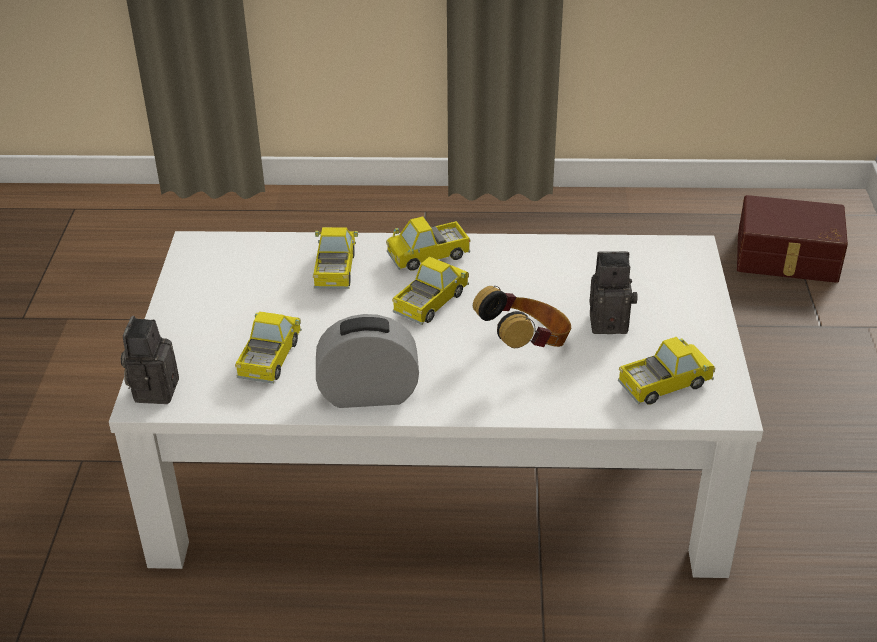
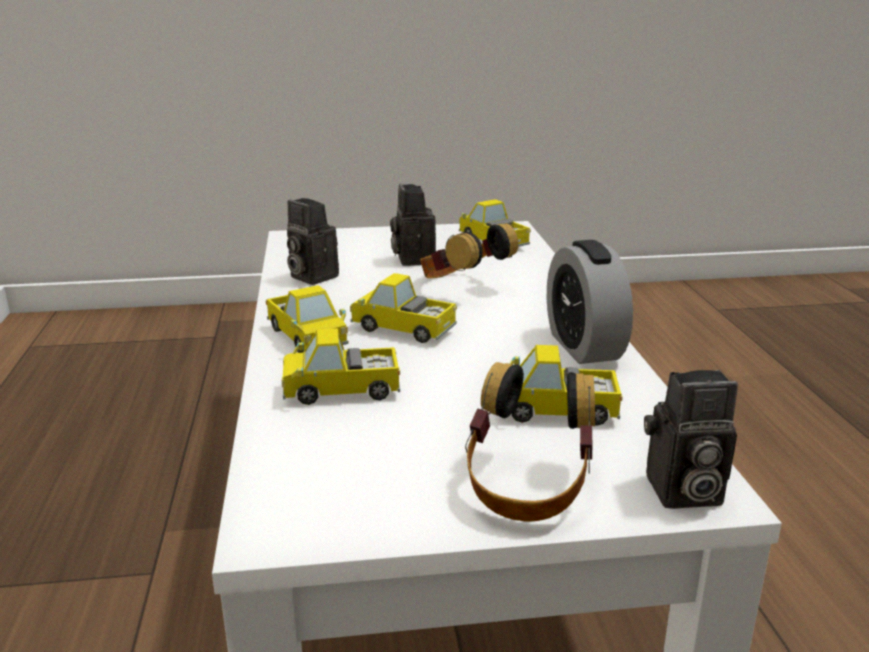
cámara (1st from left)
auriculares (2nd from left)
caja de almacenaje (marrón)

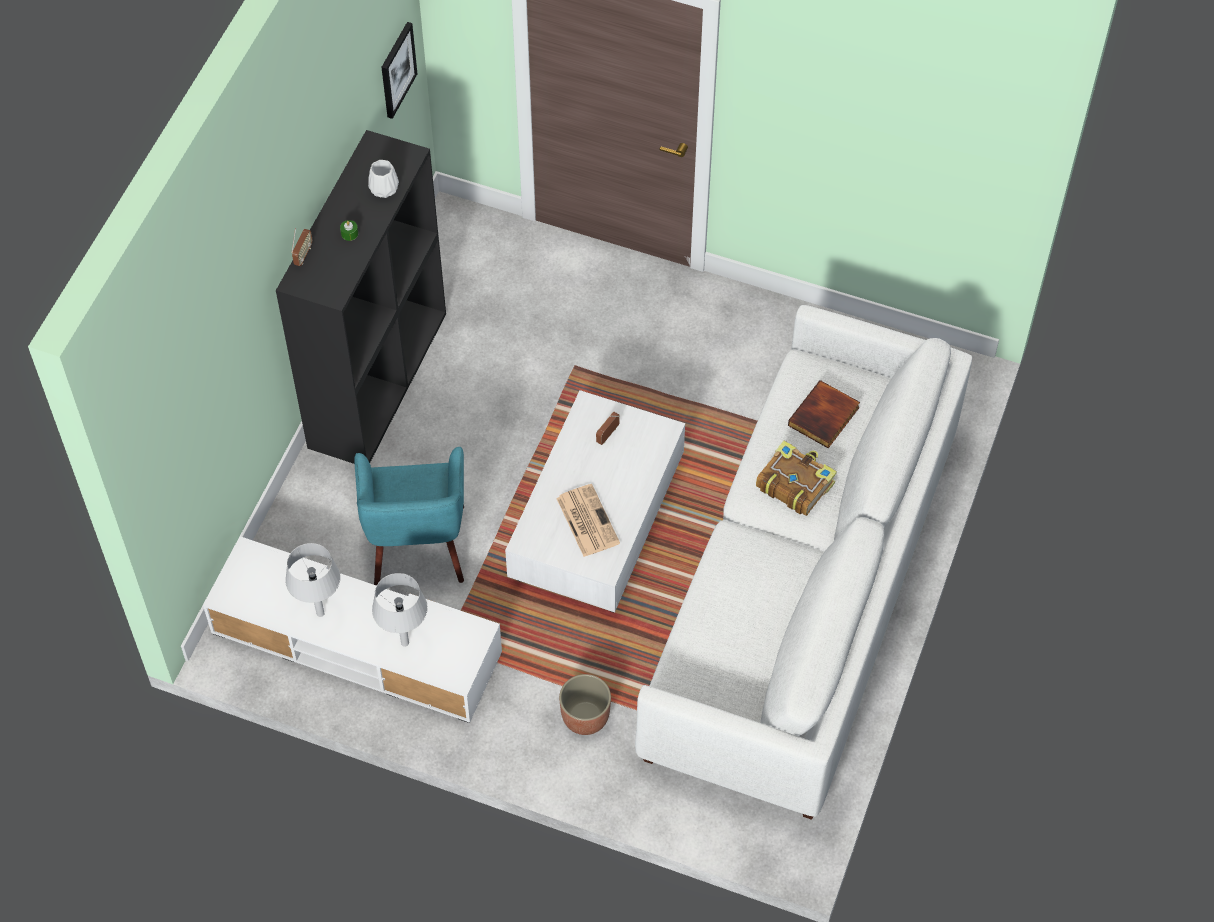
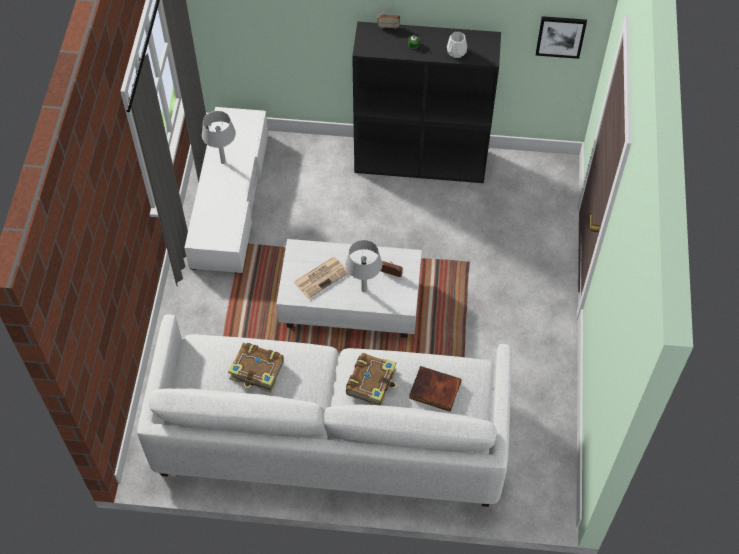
libro (1st from left)
lámpara de mesa (gris) (2nd from left)
sillón (turquesa)
maceta

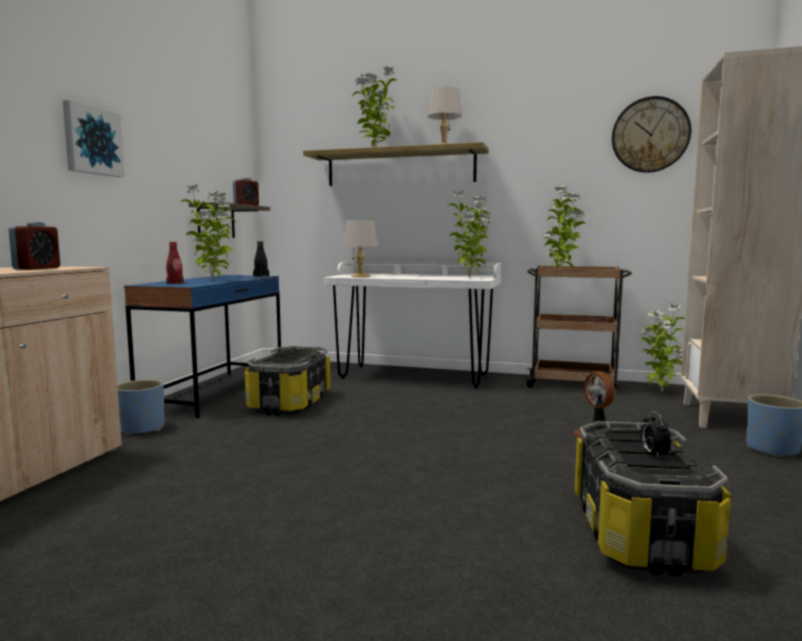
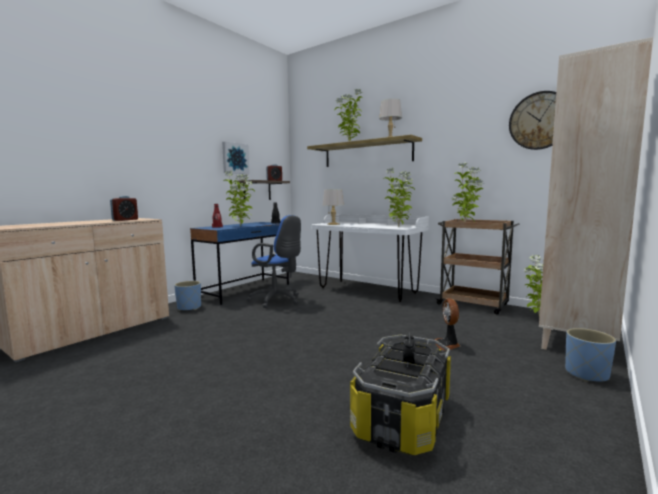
cuadro
silla de oficina (azul)

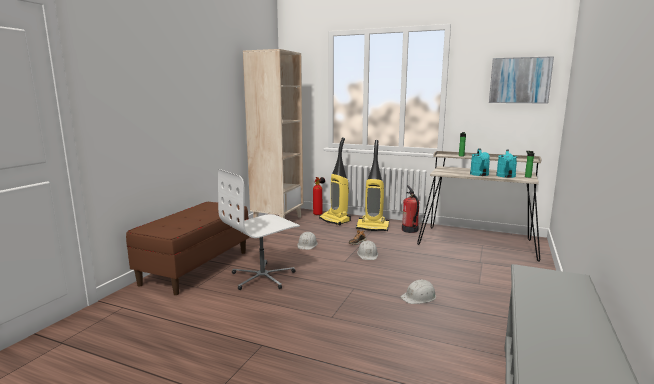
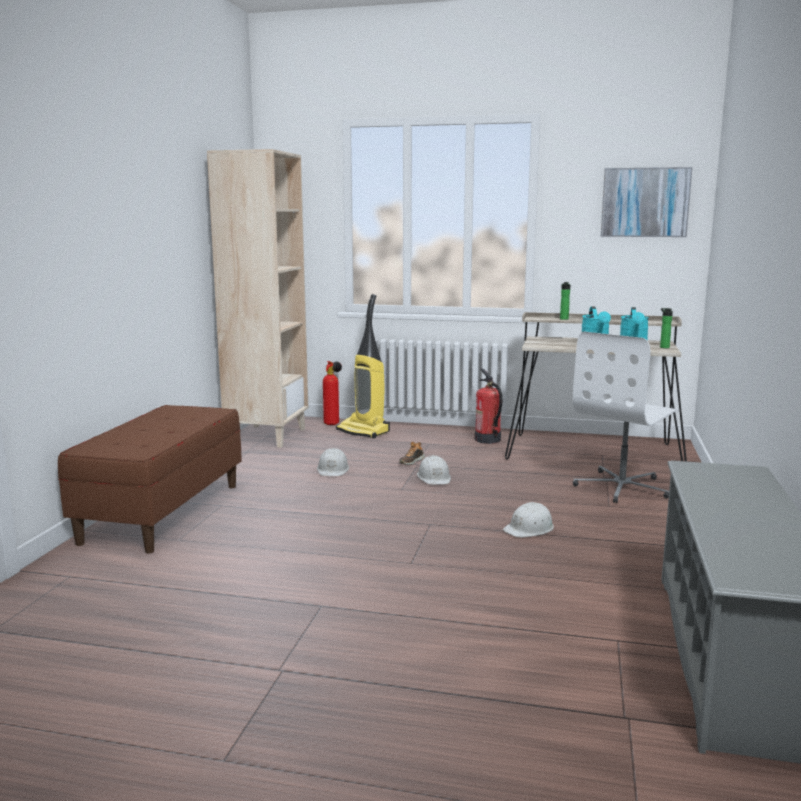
silla de oficina (blanco)
aspiradora (2nd from left in the first image)

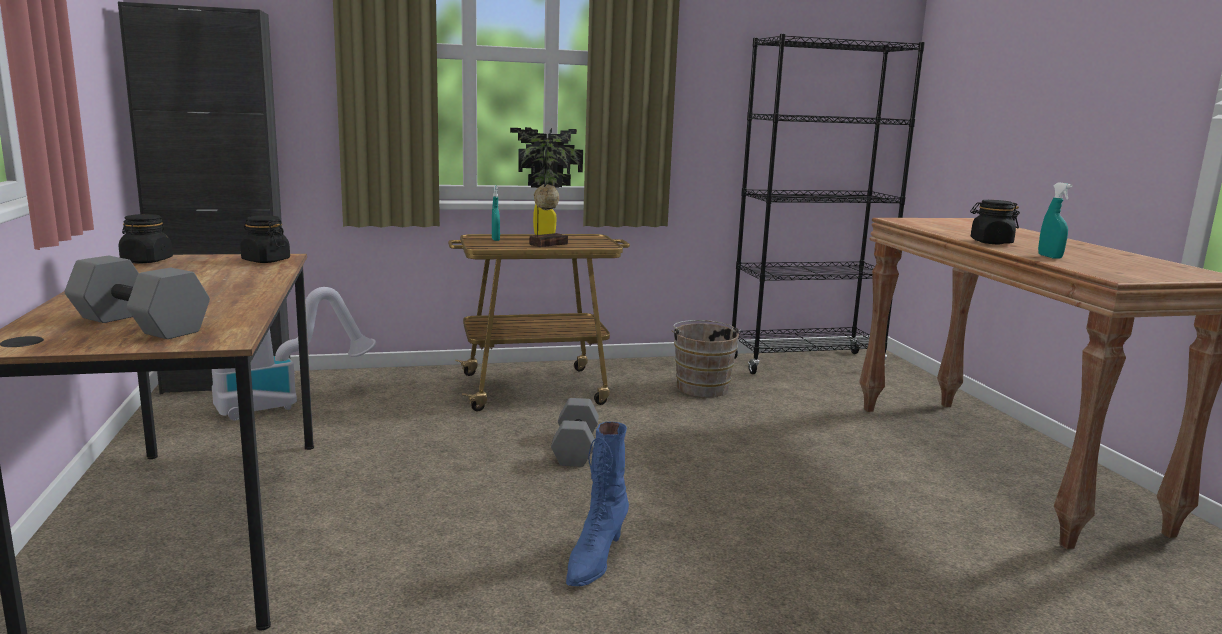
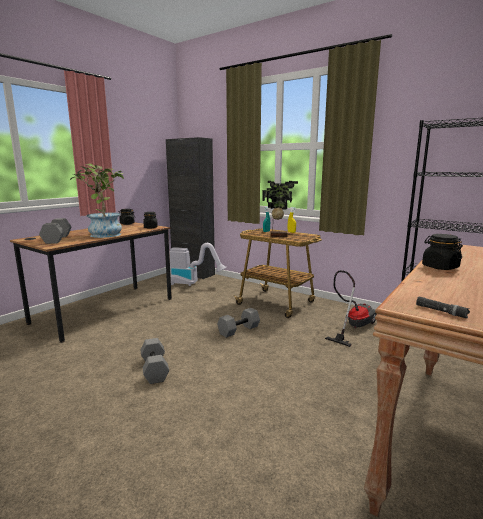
planta en maceta (1st from left)
mancuerna (gris) (2nd from left)
aspiradora (2nd from left)
linterna (negro)
pulverizador (turquesa) (2nd from left in the first image)

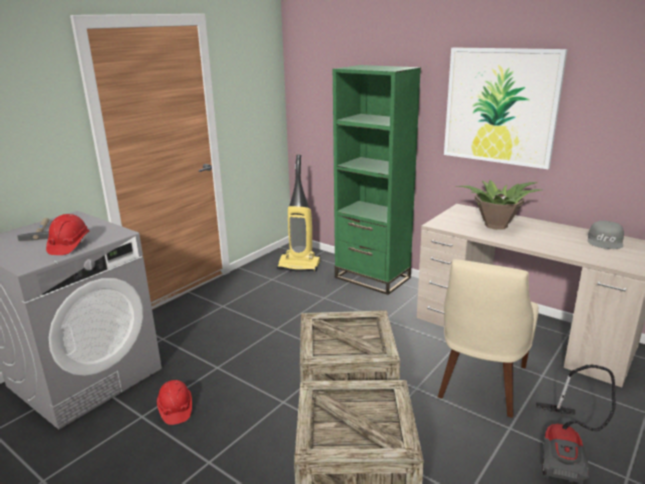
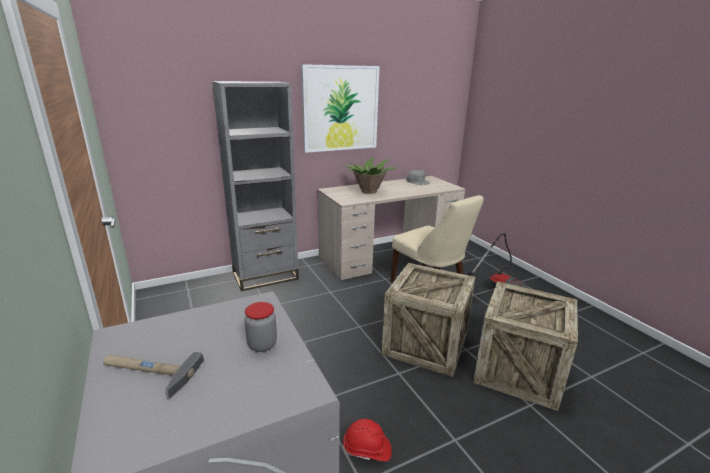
estantería (gris)
tarro
aspiradora (1st from left in the first image)

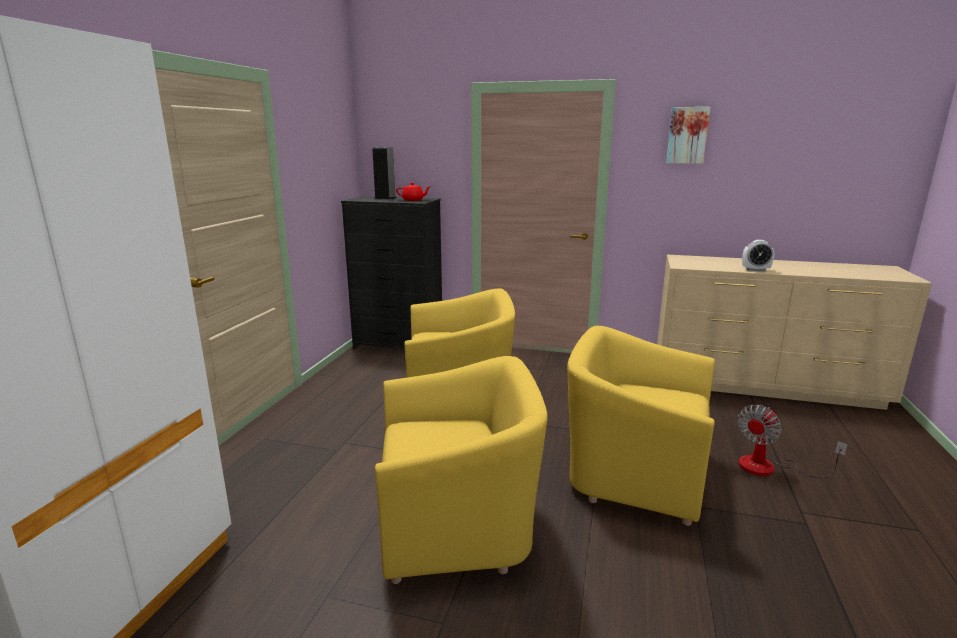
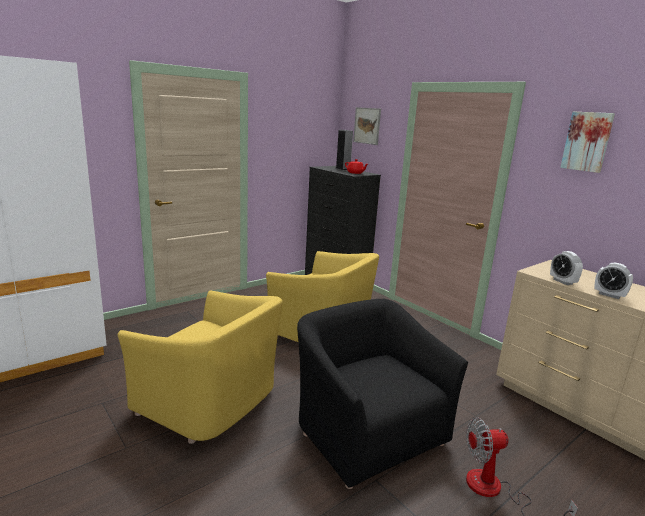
sillón (negro)
cuadro (1st from left)
despertador (1st from left)

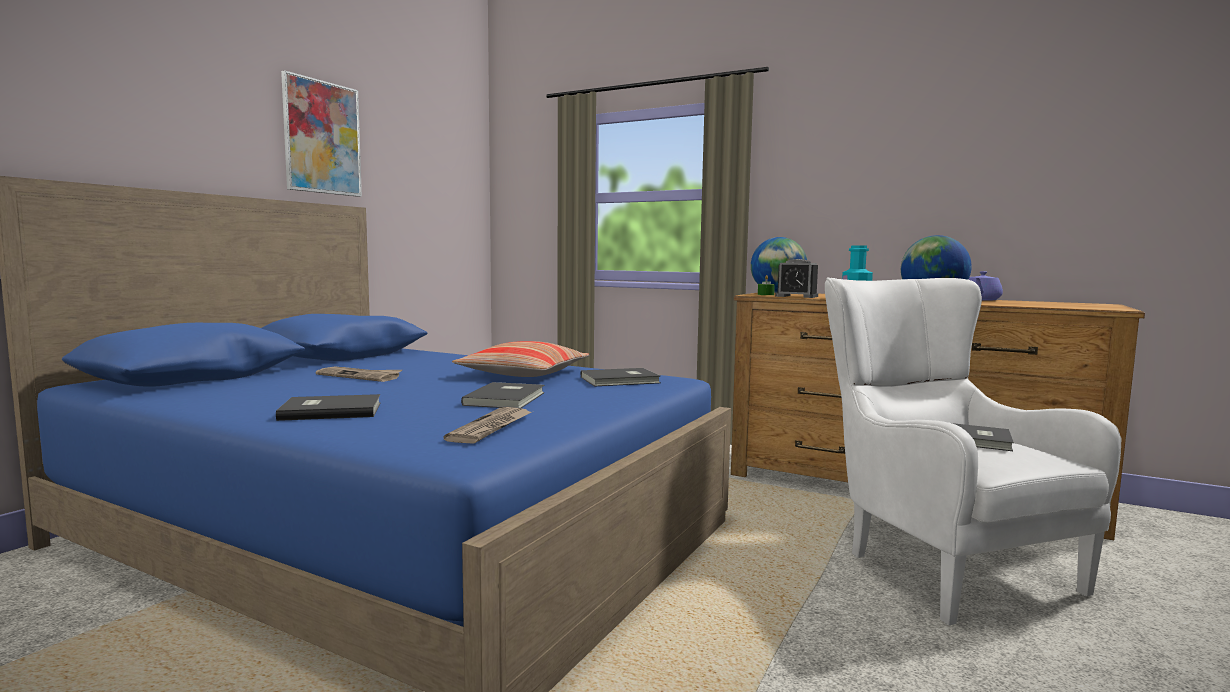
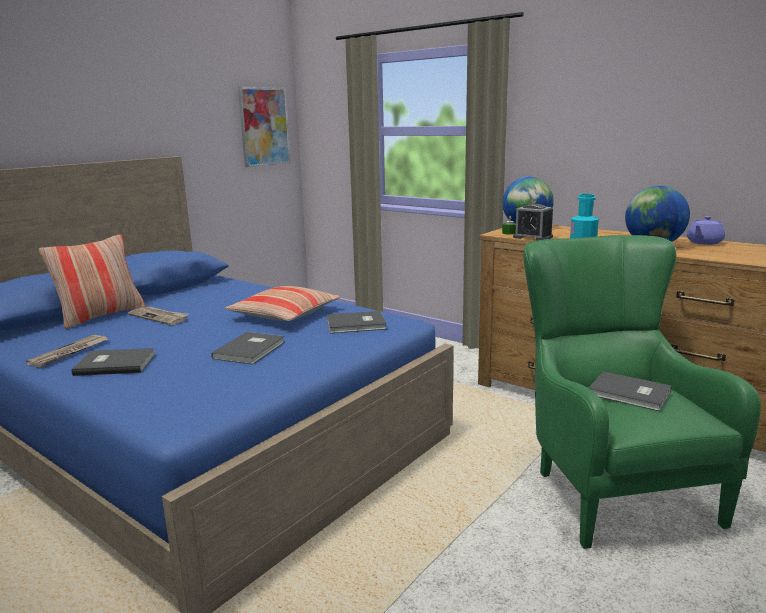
periódico (1st from left)
cojín (1st from left)
cuadro
sillón (verde)

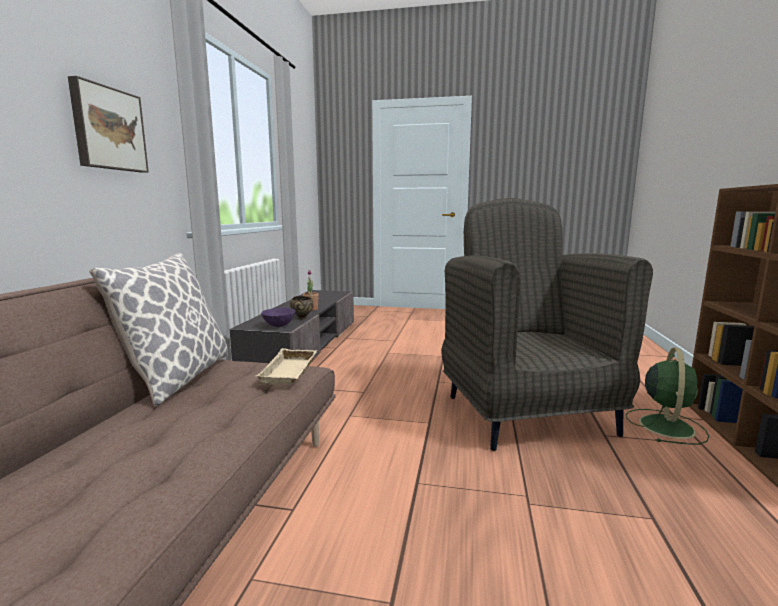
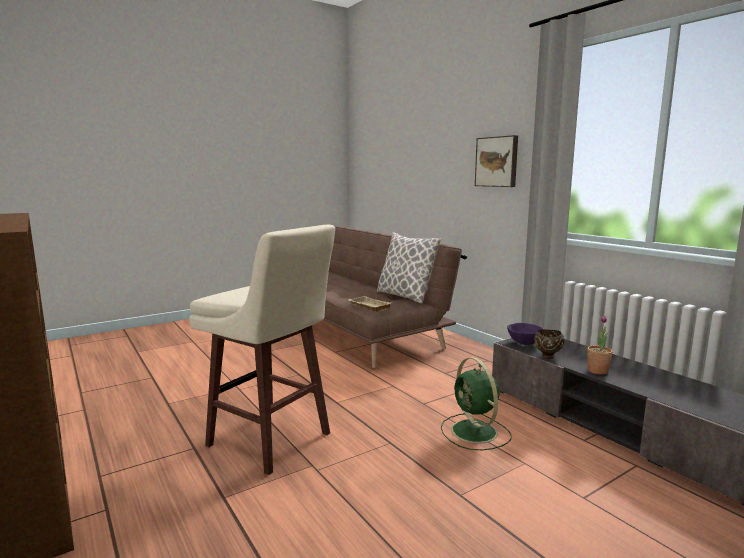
taburete (beis)
ventilador (verde)

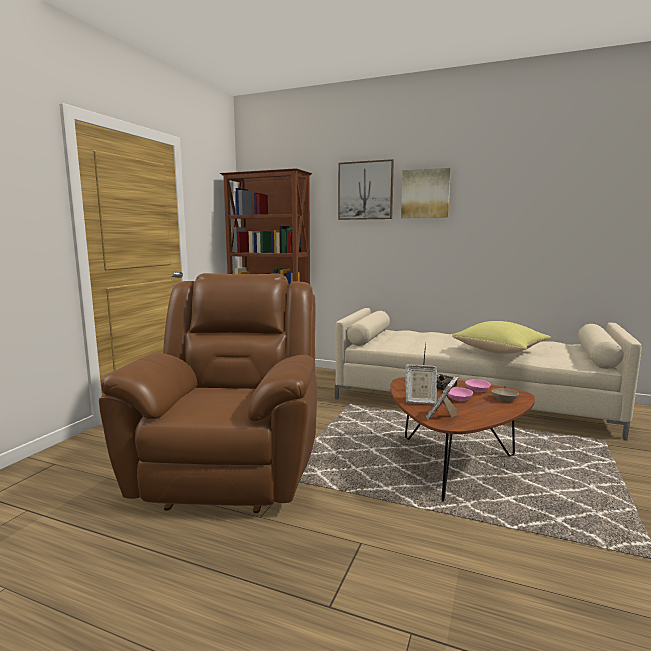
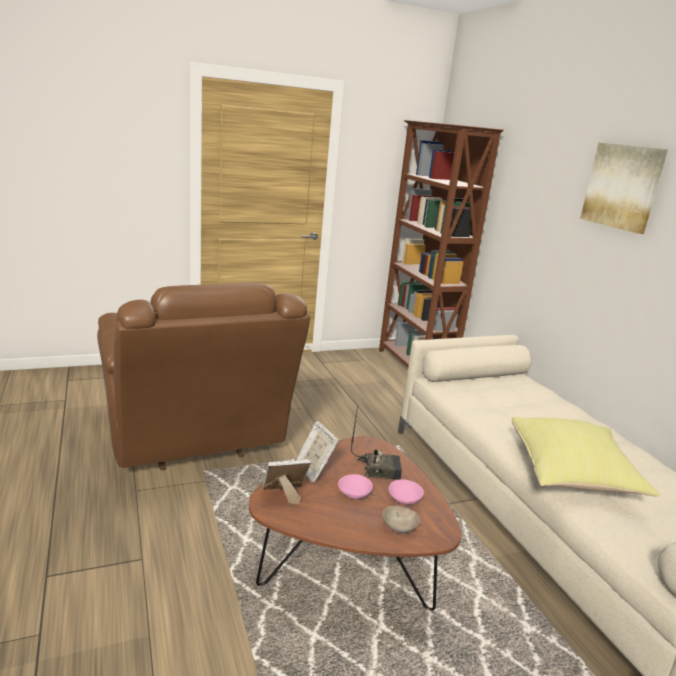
sillón (marrón)
cuadro (1st from left in the first image)

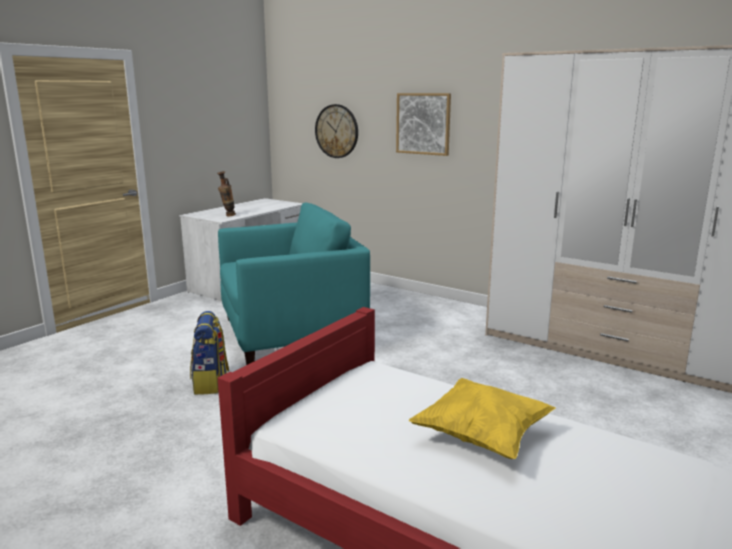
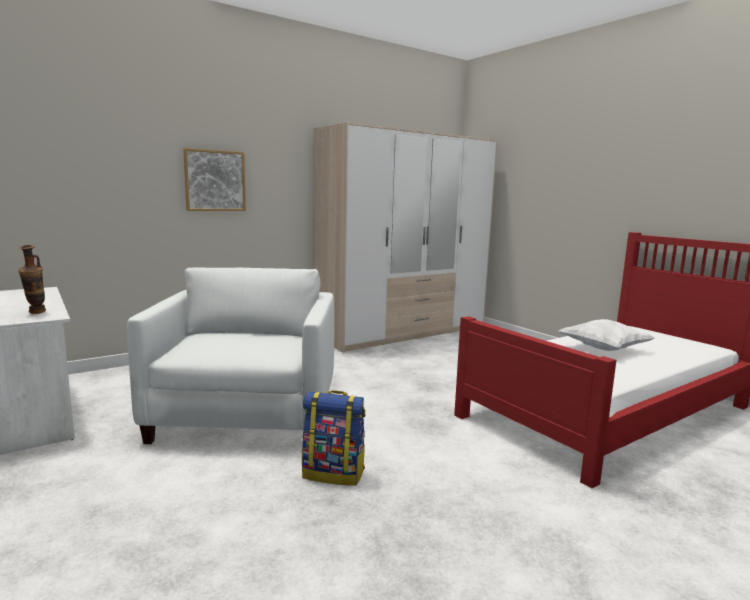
sillón (blanco)
cojín (blanco)
reloj de pared

